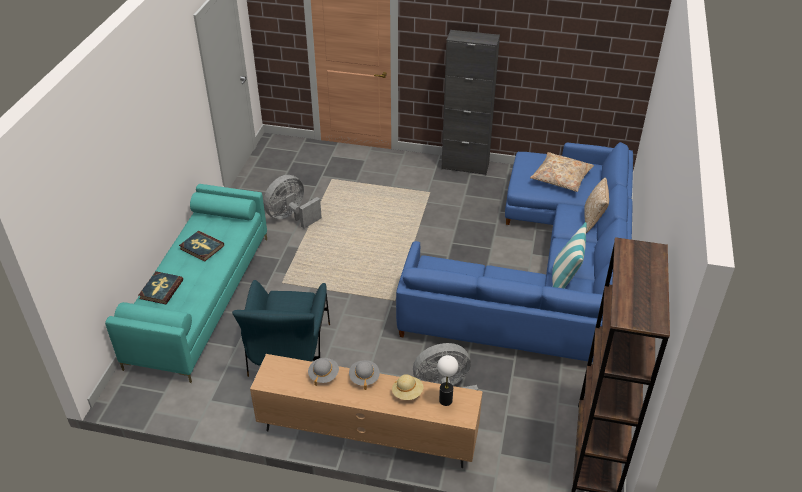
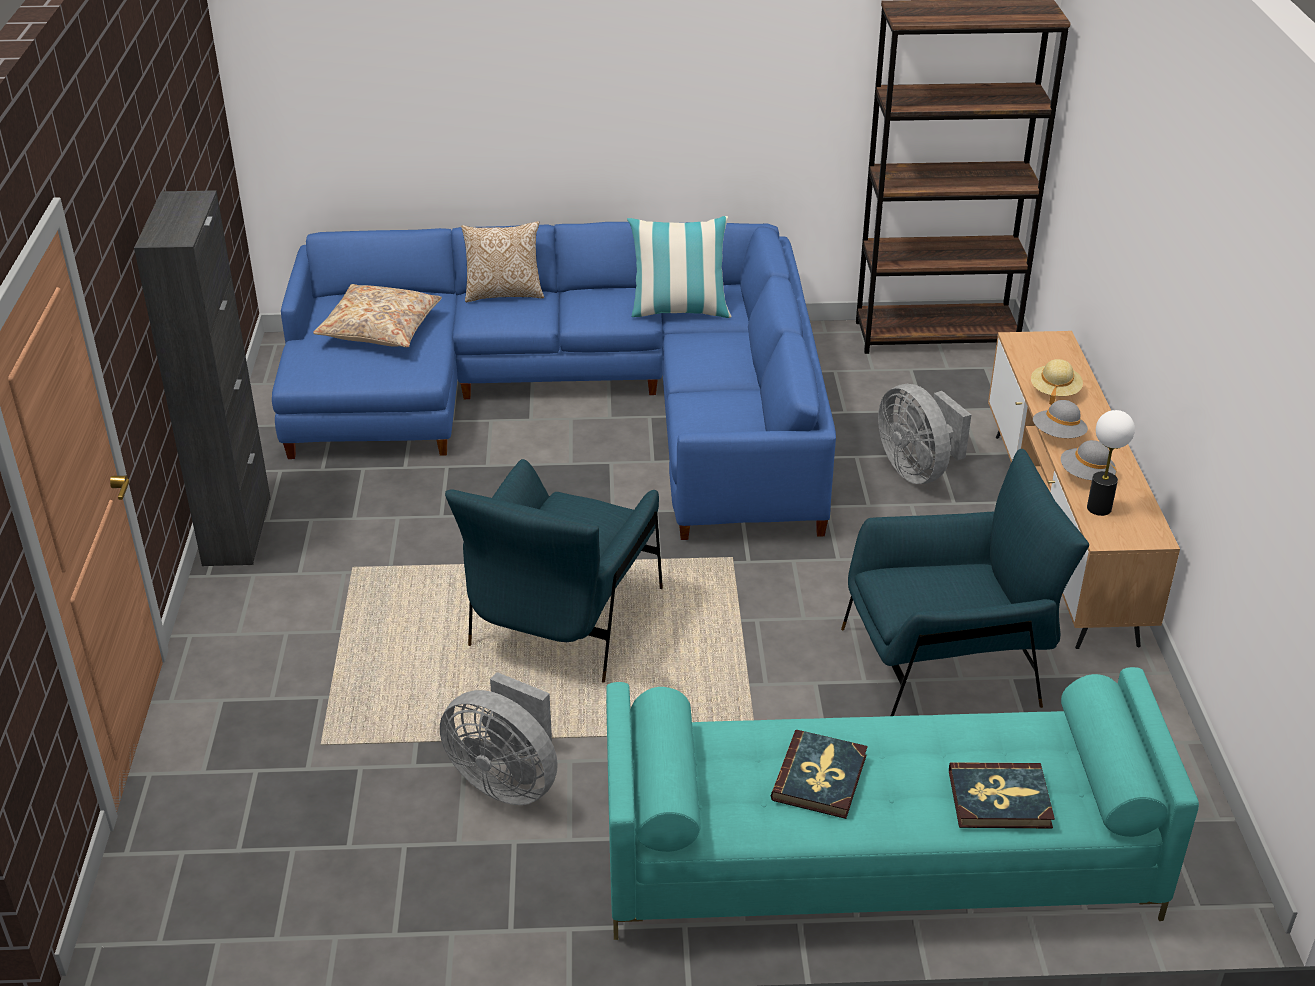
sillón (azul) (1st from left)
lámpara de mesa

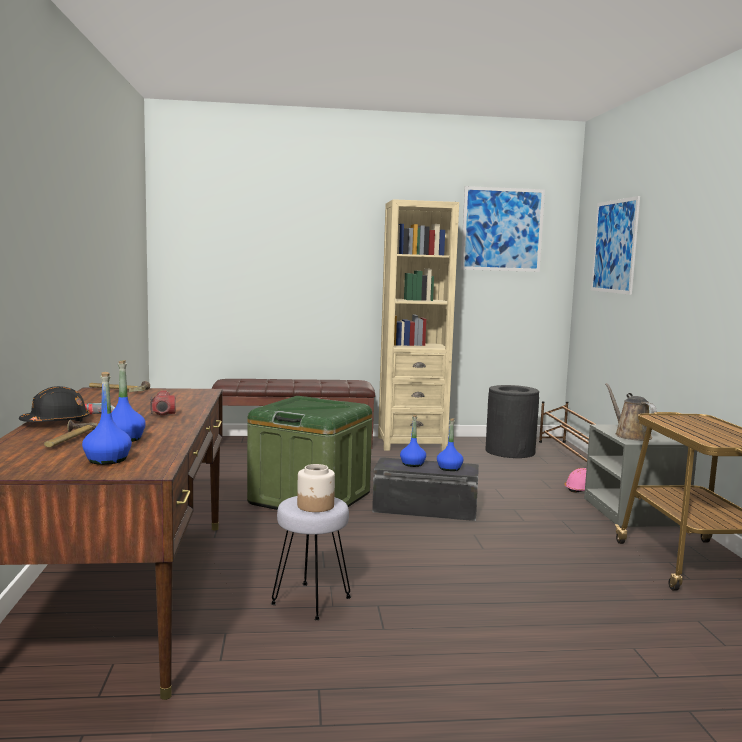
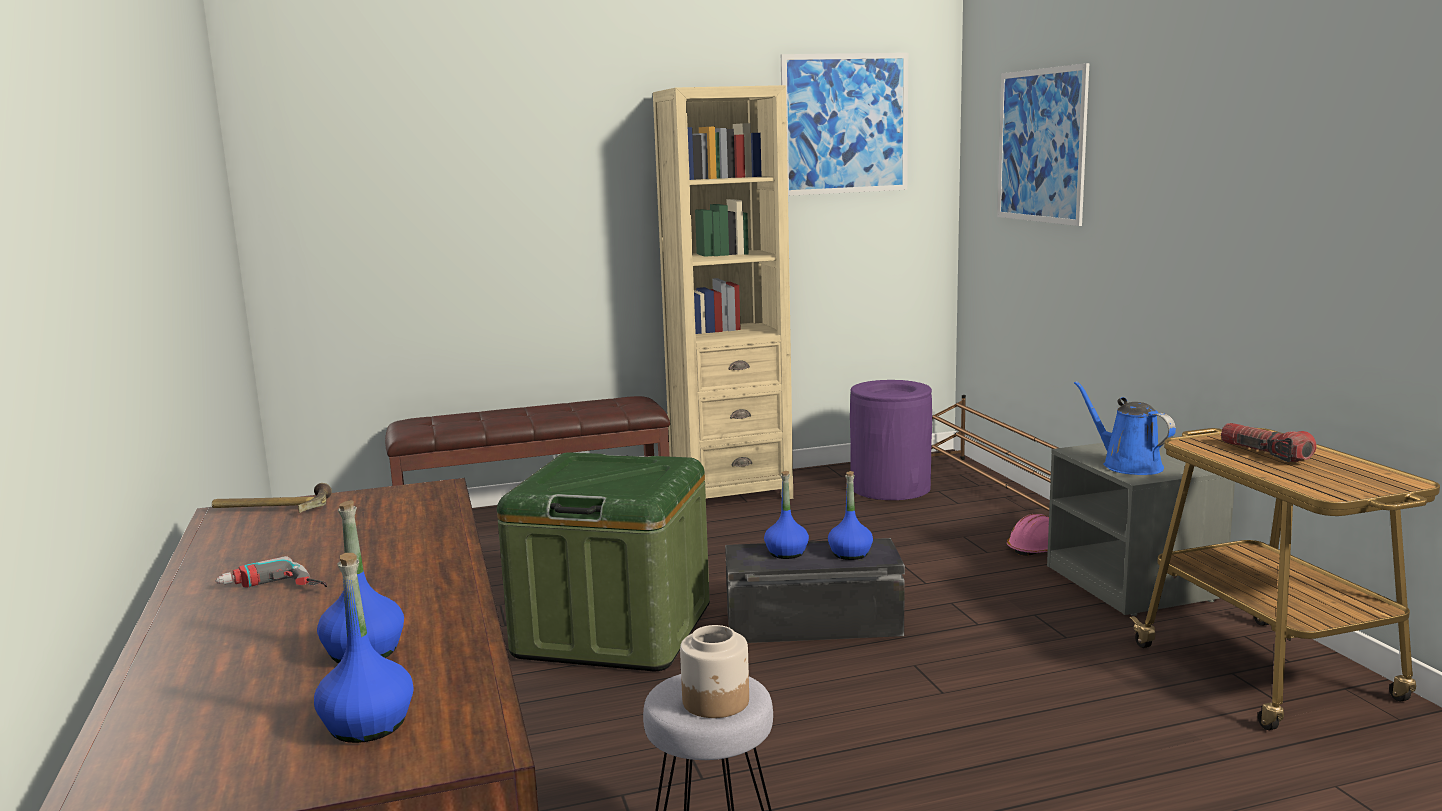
papelera (morado)
regadera (azul)
linterna
casco (negro)
martillo (1st from left in the first image)

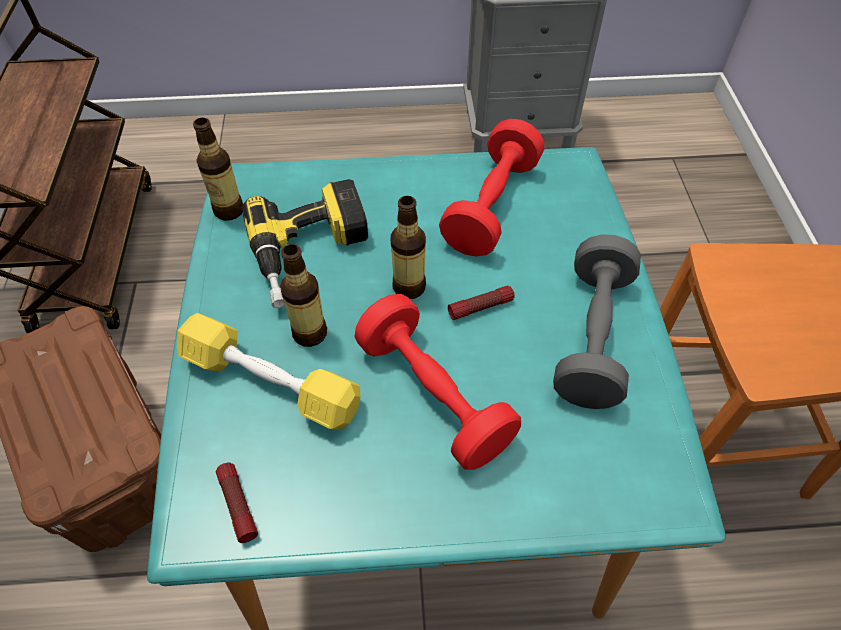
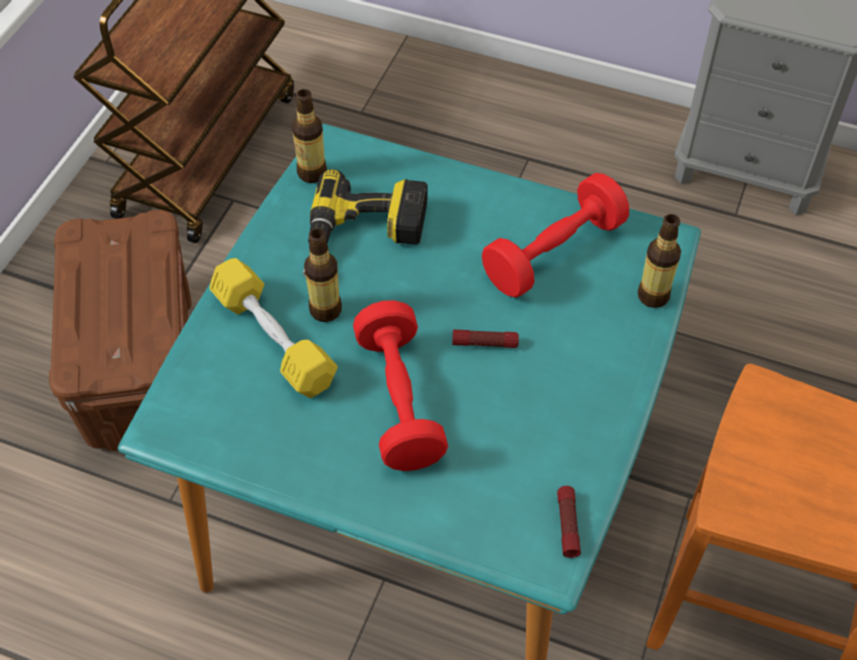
linterna (2nd from left)
botella (3rd from left)
mancuerna (gris)

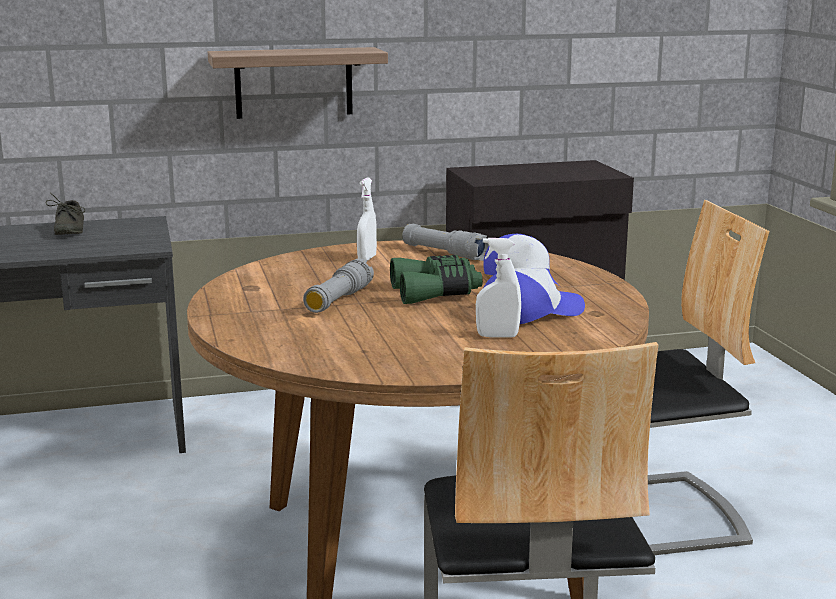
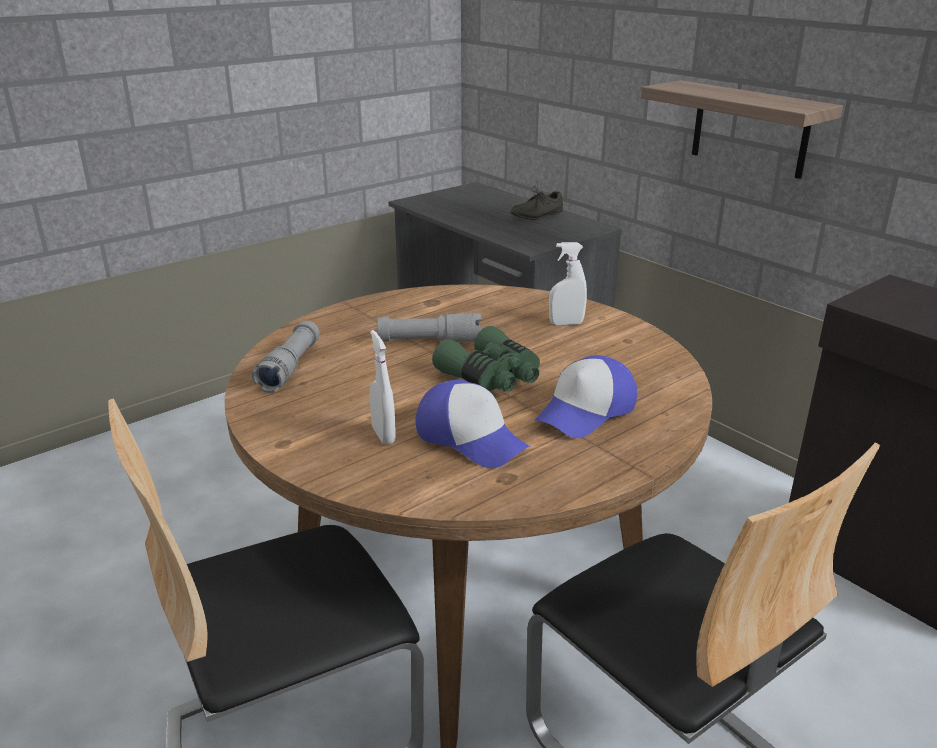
linterna (gris) (1st from left)

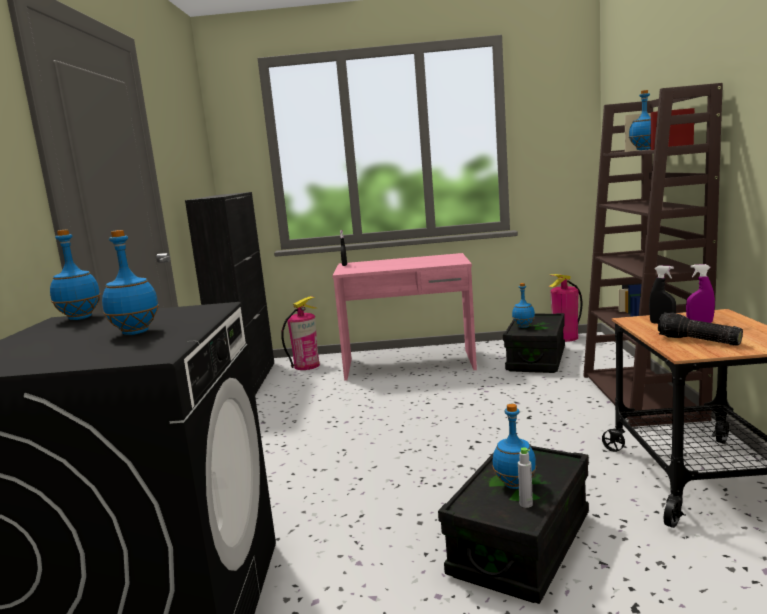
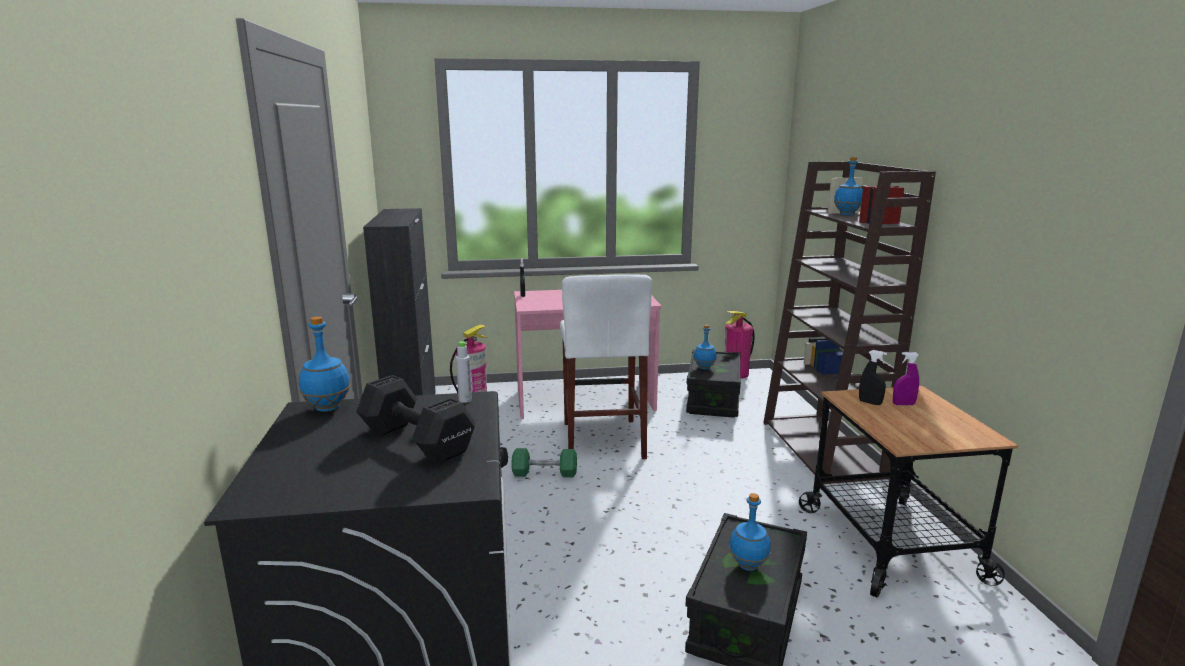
mancuerna (negro)
botella (gris)
mancuerna (verde)
taburete (blanco)
linterna

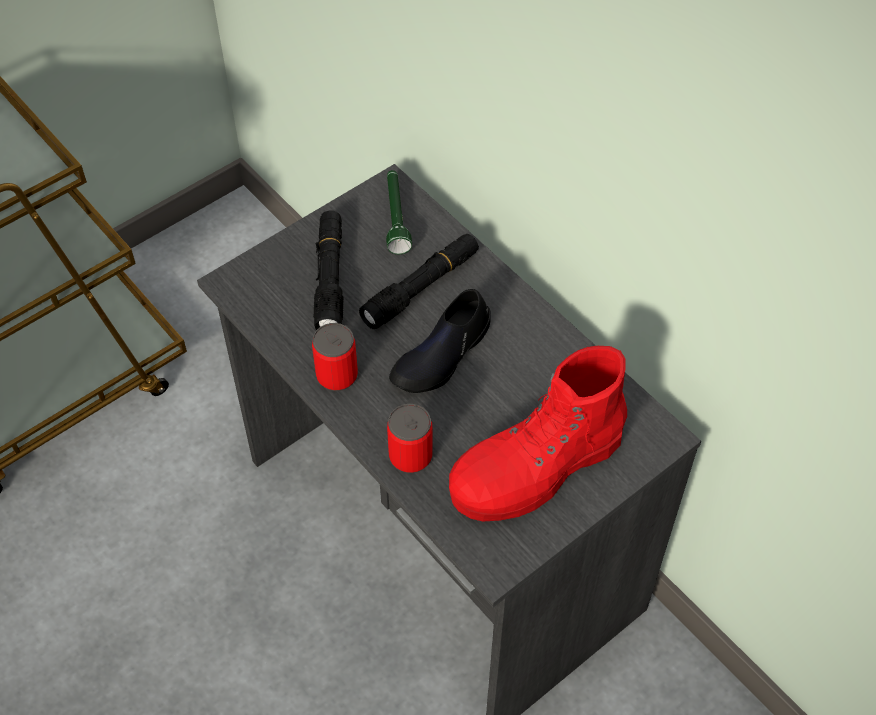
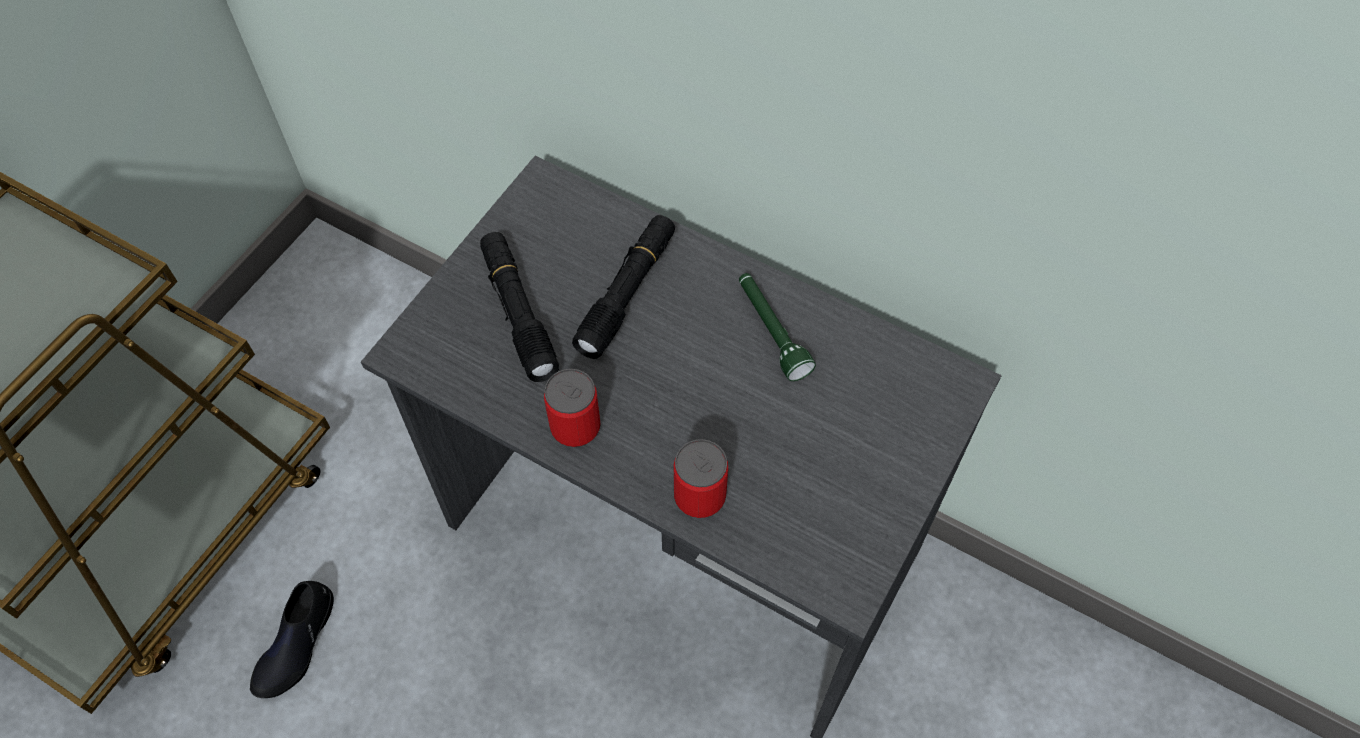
zapato (negro)
linterna (verde)
bota (rojo)

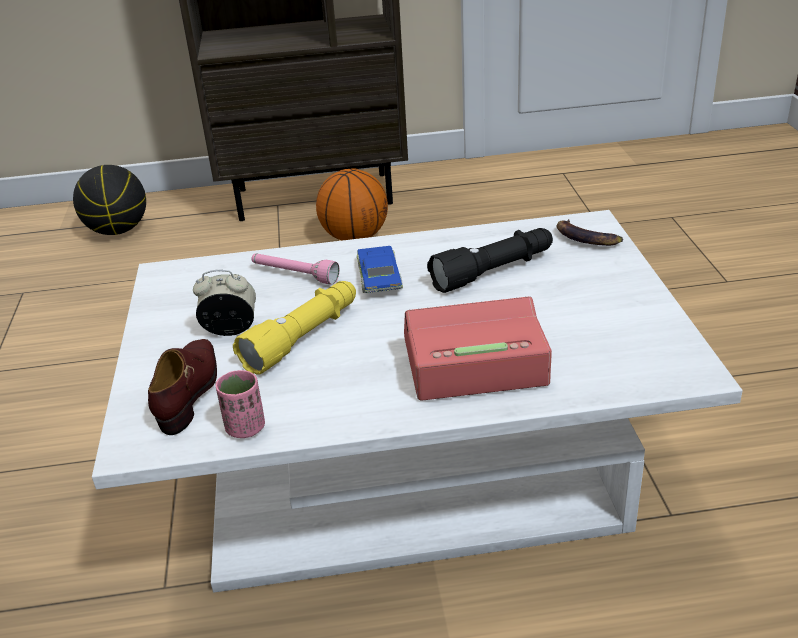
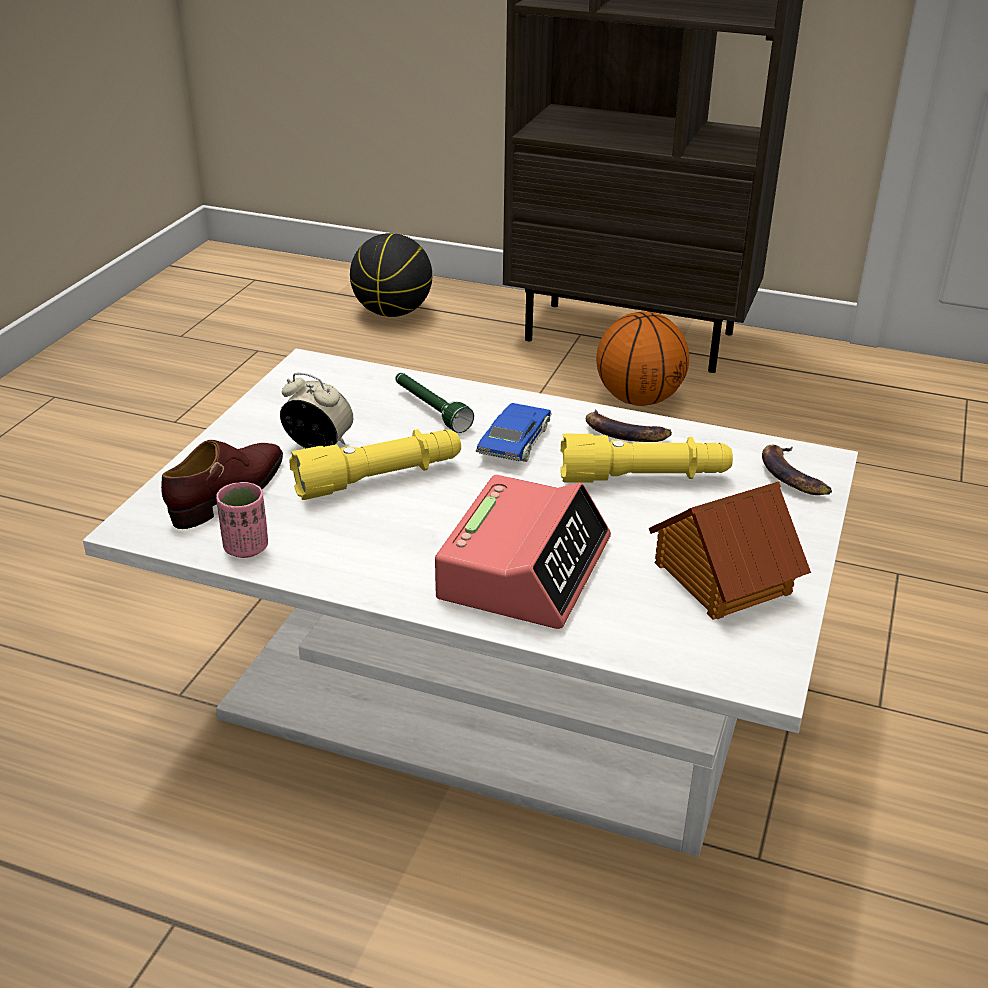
linterna (verde)
despertador (2nd from left)
linterna (amarillo) (2nd from left)
plátano (1st from left)
casita

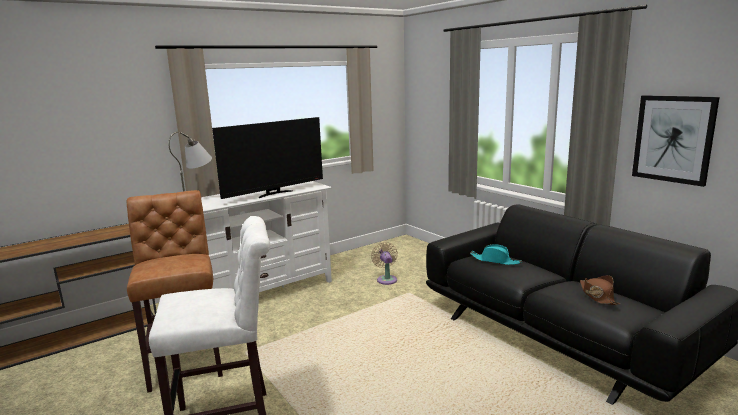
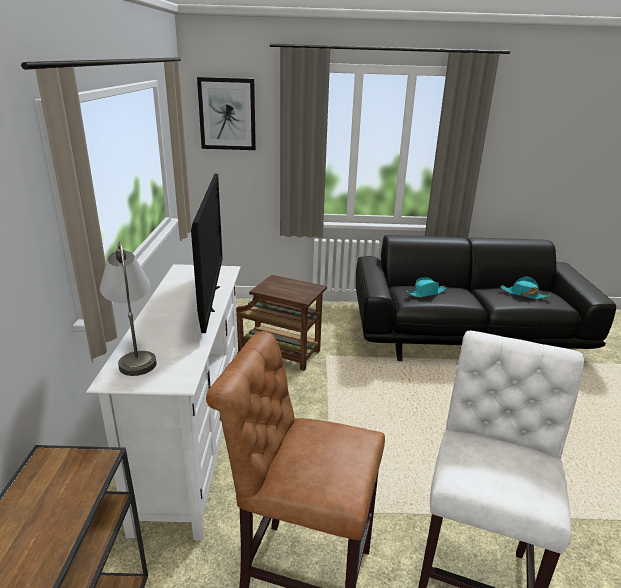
cuadro
mesa auxiliar (marrón)
sombrero (turquesa) (2nd from left)

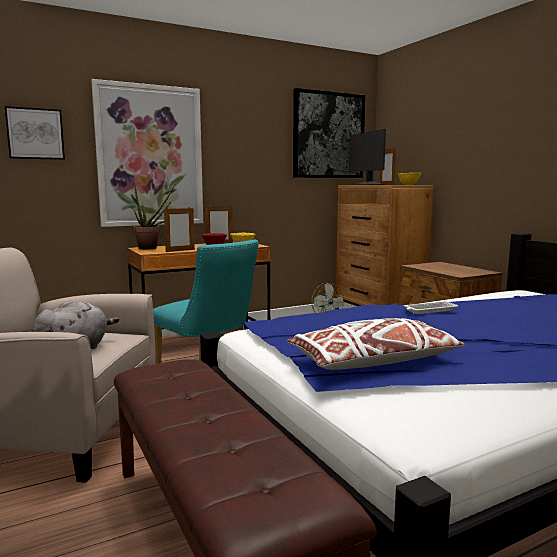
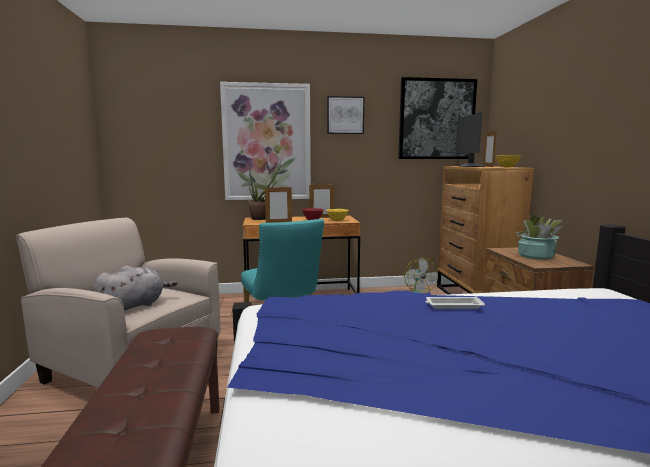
cuadro (2nd from left)
planta en maceta (2nd from left)
cojín (blanco)

